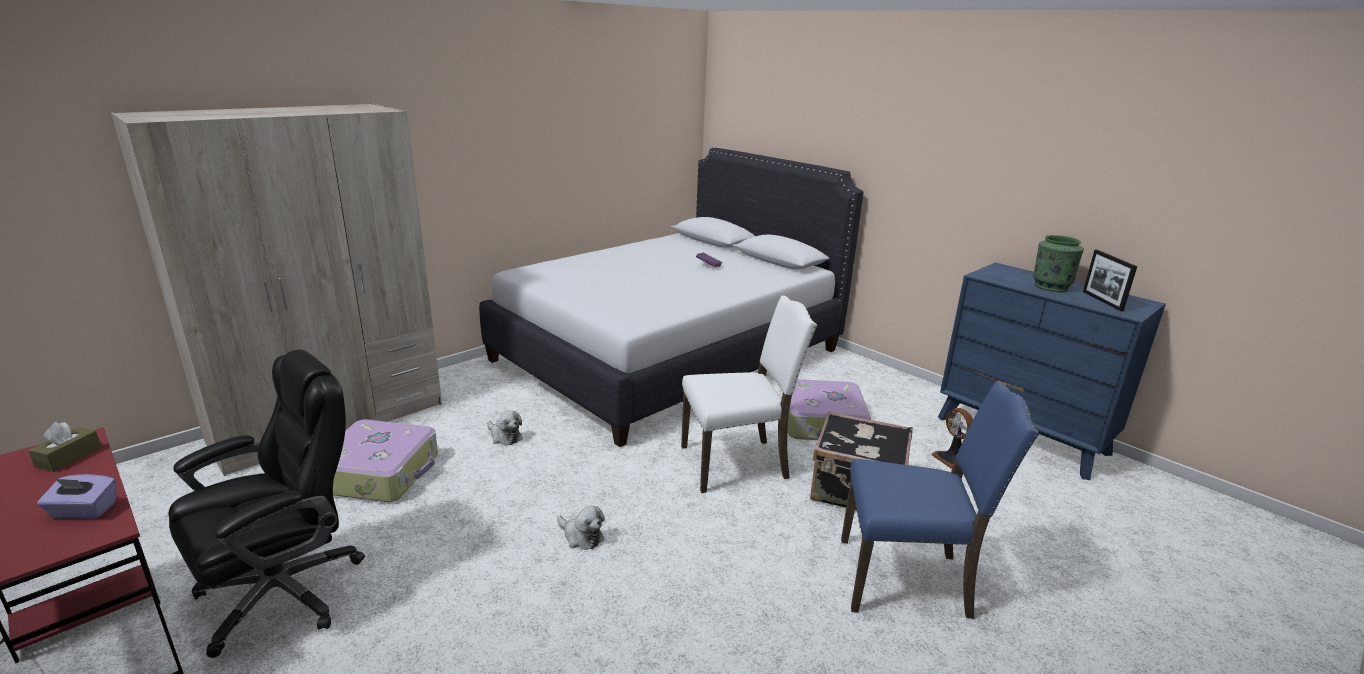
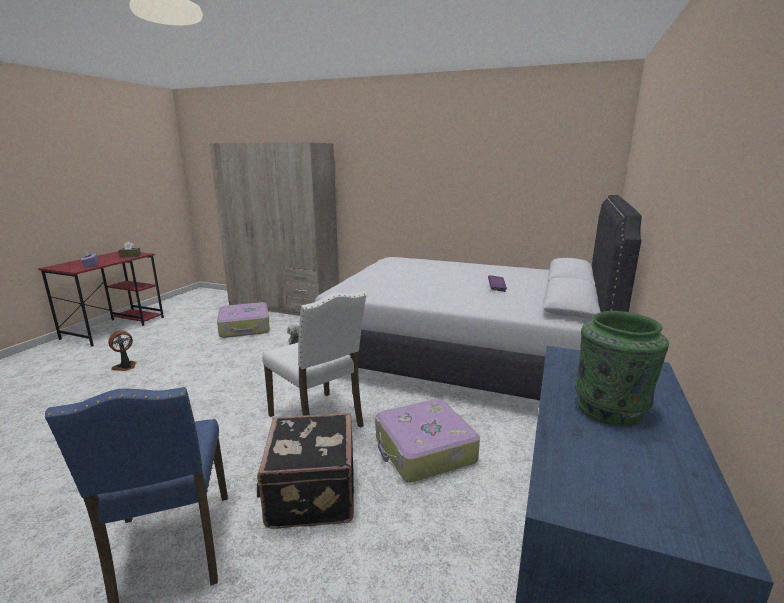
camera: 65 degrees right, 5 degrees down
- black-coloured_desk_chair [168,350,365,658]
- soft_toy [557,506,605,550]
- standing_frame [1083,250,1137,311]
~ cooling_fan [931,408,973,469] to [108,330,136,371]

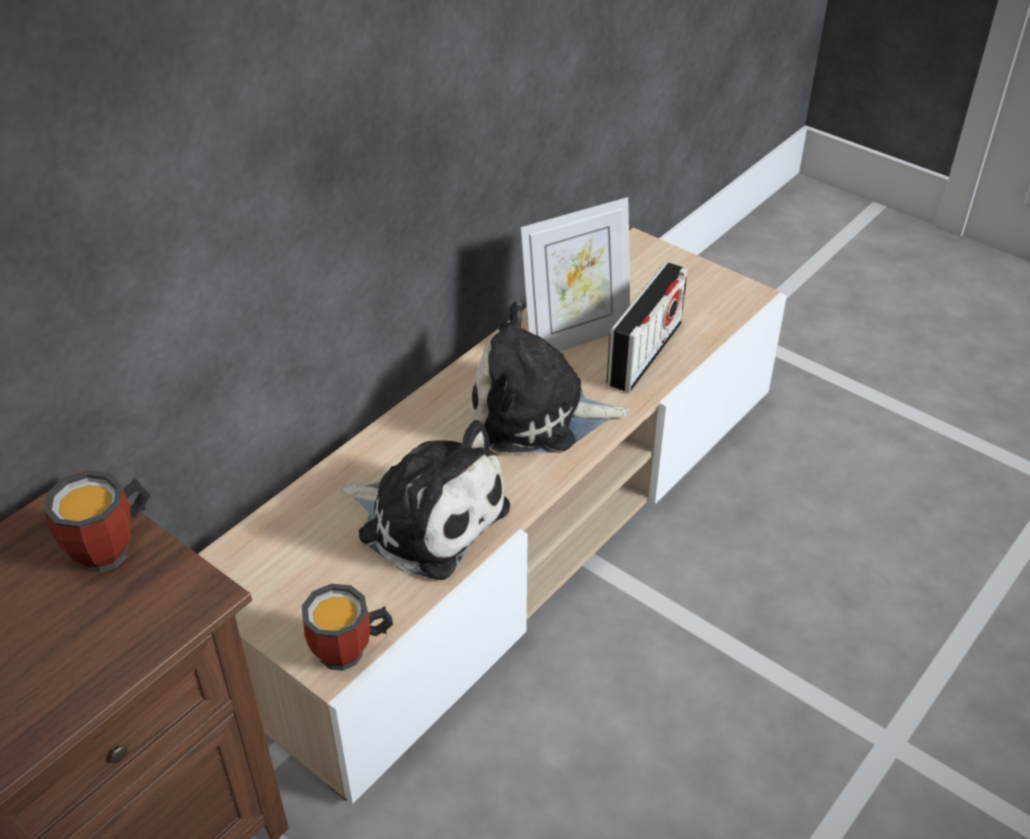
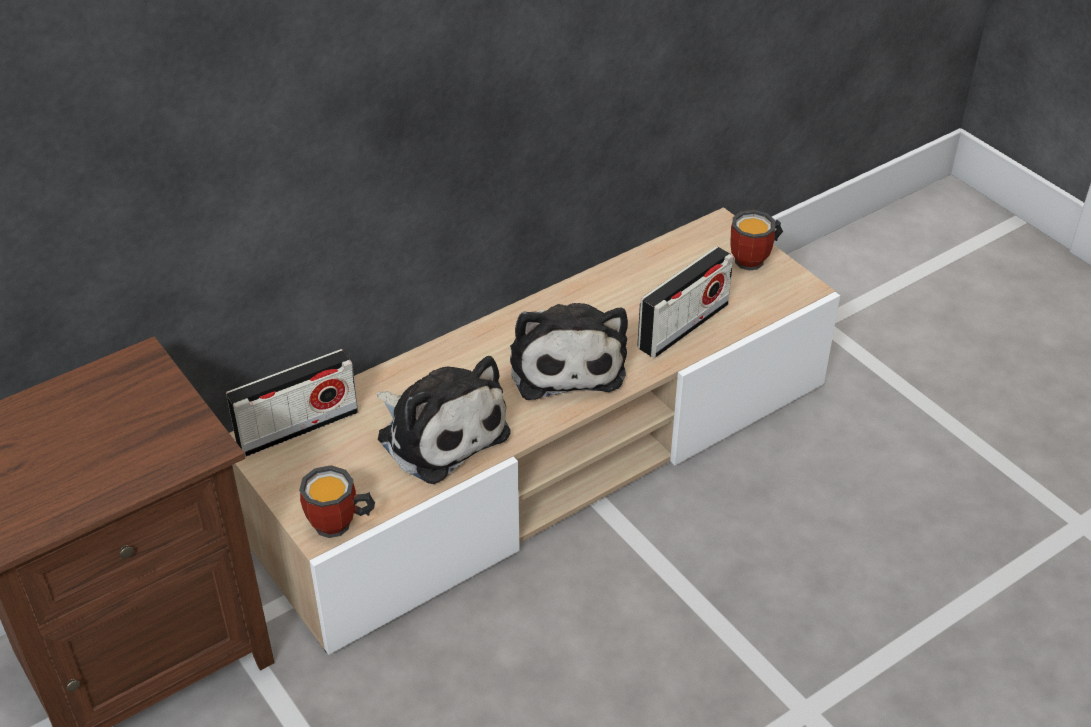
camera: 15 degrees right, 0 degrees up
- standing_frame [520,197,631,351]
+ radio_set [226,349,358,457]
~ coffee_mug [43,470,151,573] to [731,210,783,271]
~ soft_toy [471,302,629,453] = [510,303,628,400] 120 degrees counterclockwise

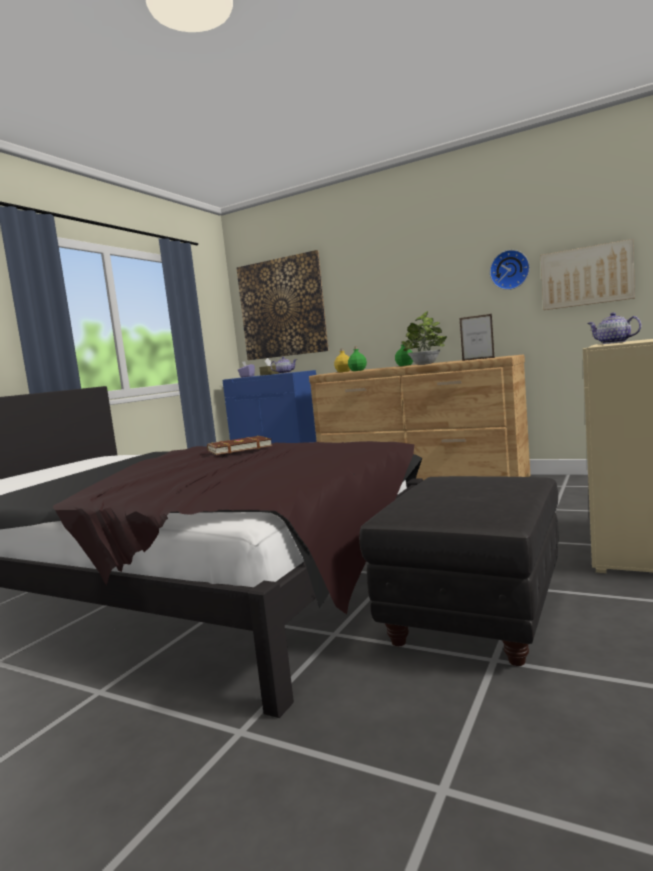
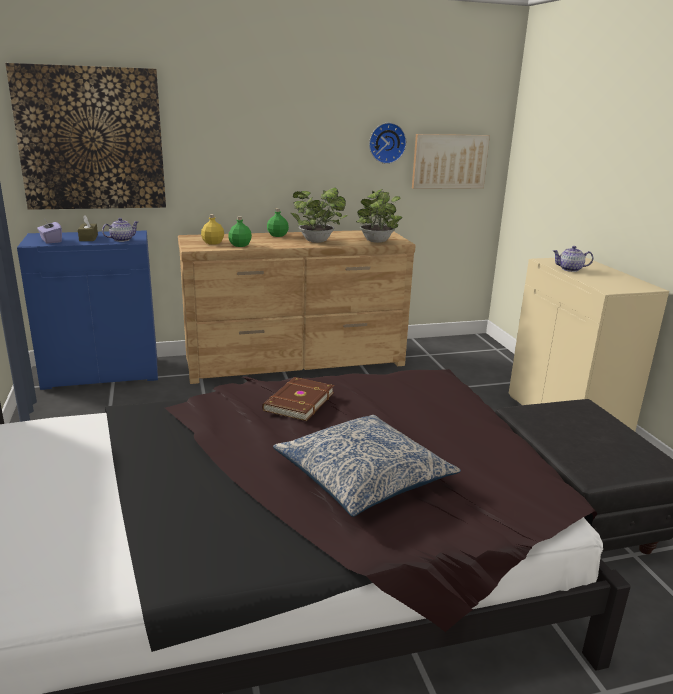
camera: 45 degrees left, 15 degrees up
+ pillow [273,415,461,517]
~ standing_frame [459,314,495,361] to potted_plant [356,189,403,243]

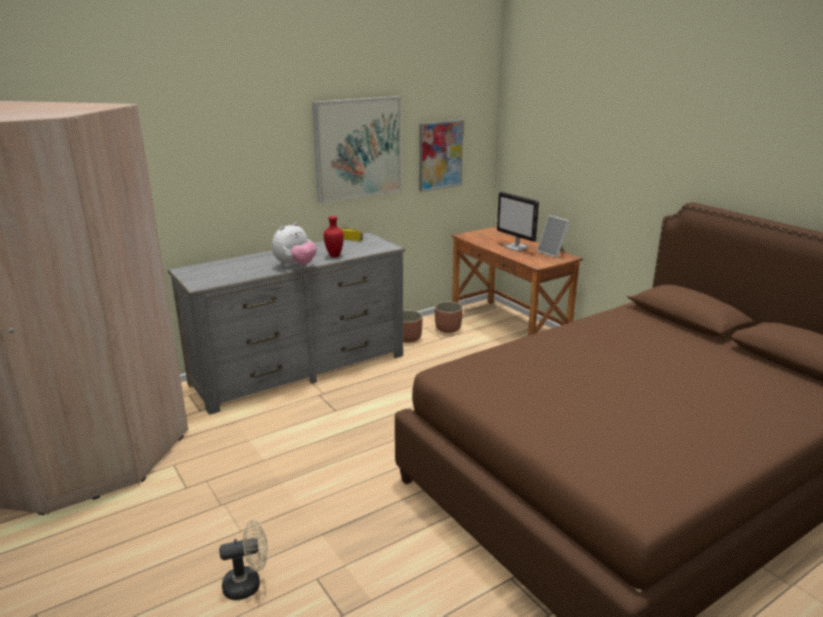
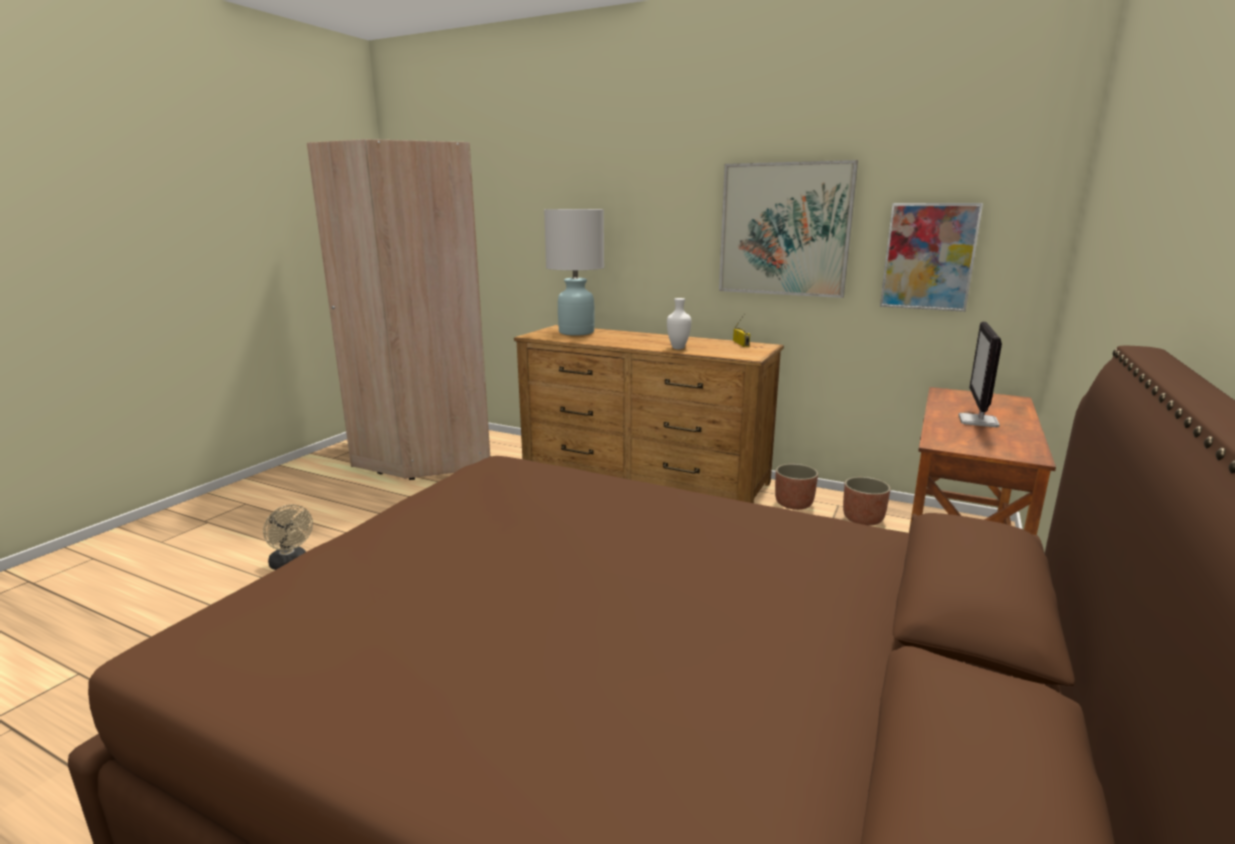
camera: 60 degrees right, 5 degrees down
- soft_toy [272,222,317,267]
- standing_frame [537,215,570,258]
+ white_table_lamp [544,209,604,336]
~ gray_chest_of_drawers [168,232,405,415] to brownish_chest_of_drawers [514,325,784,503]
~ red-coloured_vase [324,216,344,258] to white_vase [667,298,691,349]

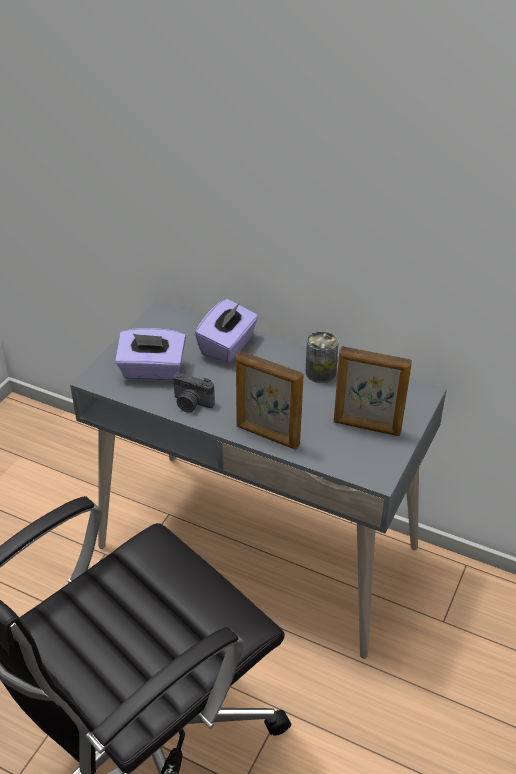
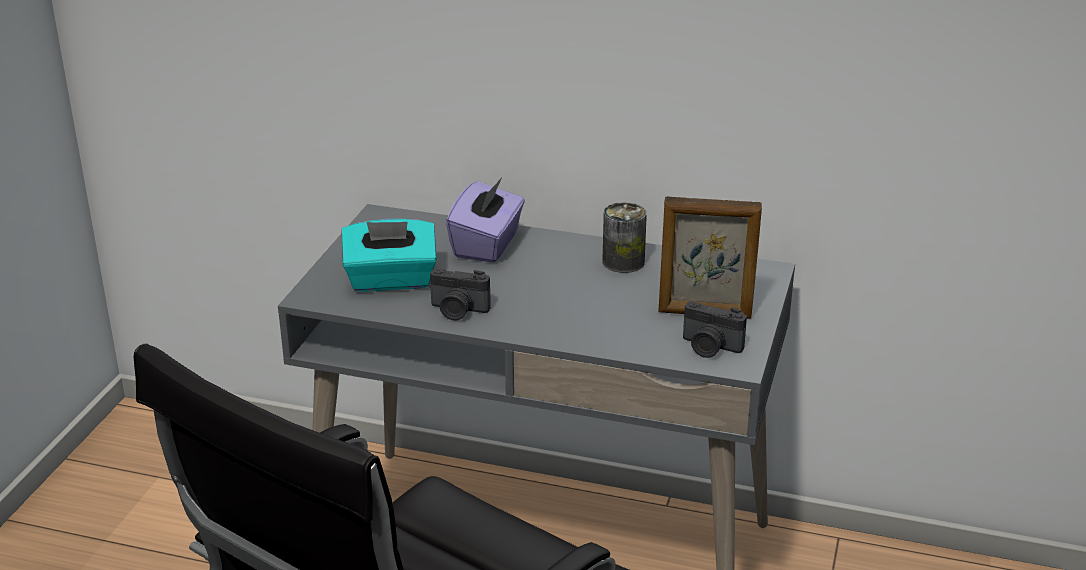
camera: 10 degrees left, 10 degrees down
- standing_frame [236,351,304,450]
+ still_camera [683,301,747,358]
~ purple_tissue_holder [115,328,186,381] to turquoise-coloured_tissue_holder [342,219,437,292]

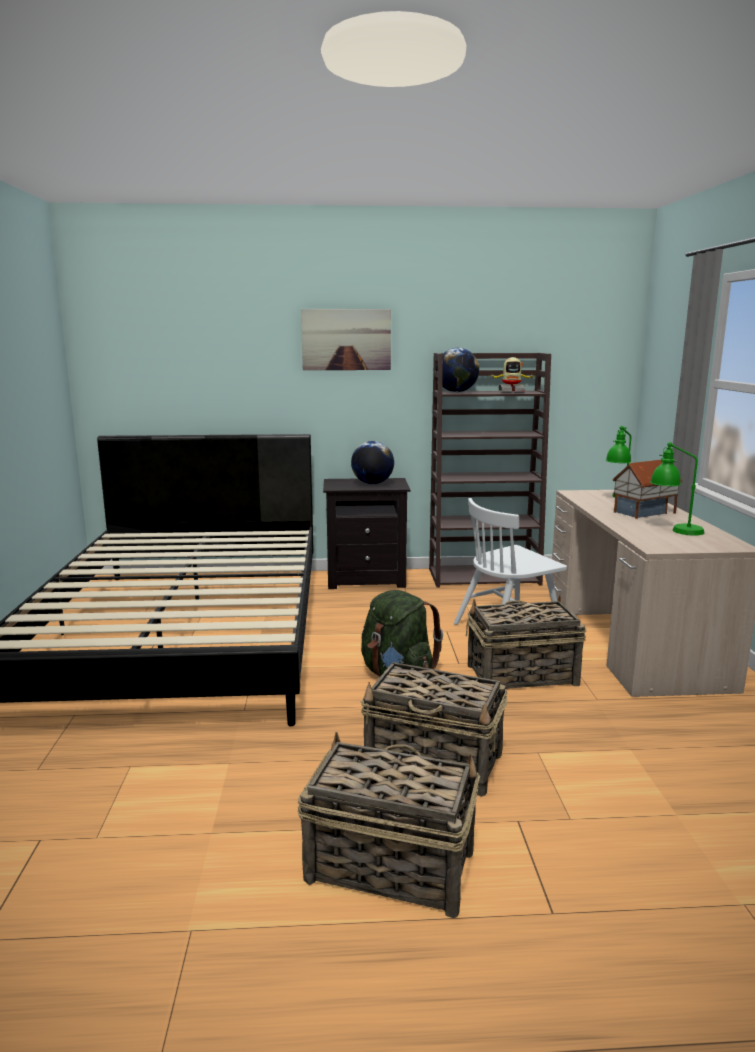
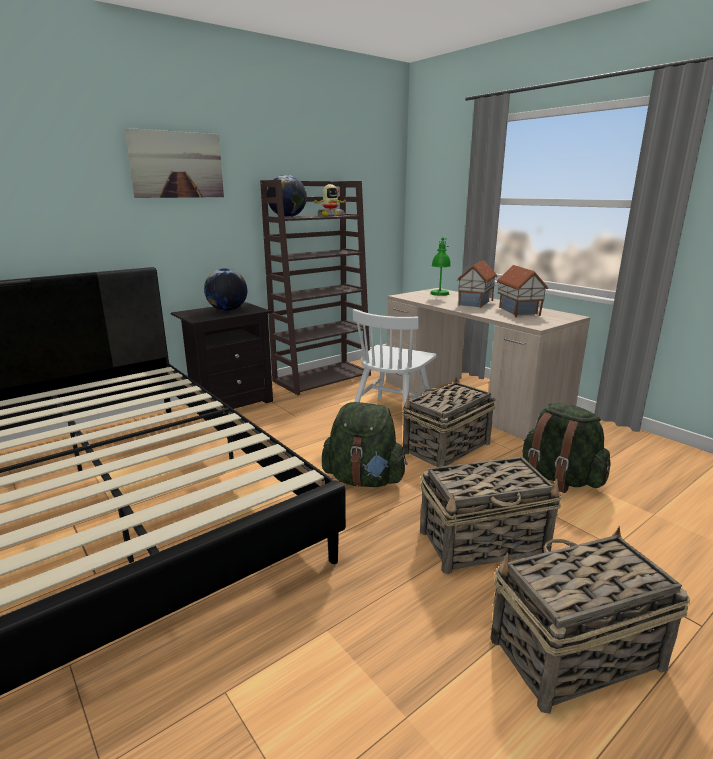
camera: 35 degrees left, 5 degrees up
+ green_rucksack [523,403,610,493]
~ green_table_lamp [650,442,704,536] to model_house [497,265,548,317]

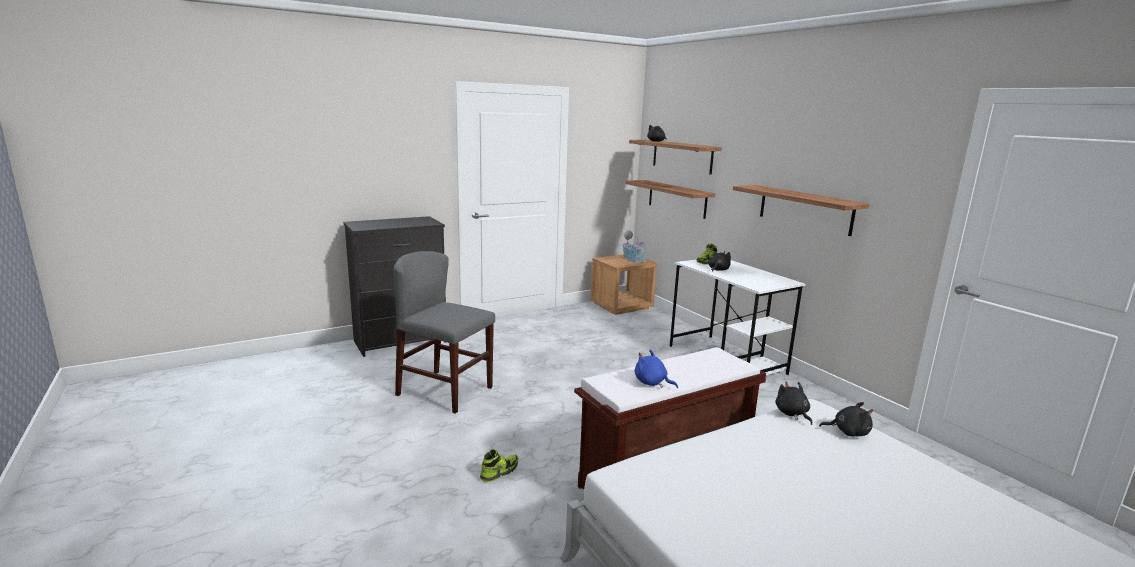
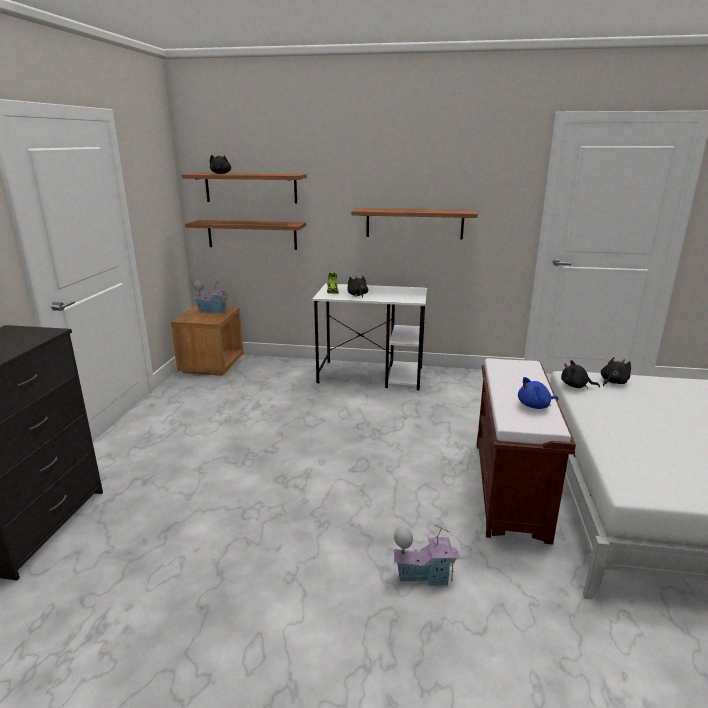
camera: 50 degrees left, 5 degrees up
- gray_plain_chair [394,251,495,414]
~ low_shoe [480,449,518,482] to model_house [394,525,460,586]

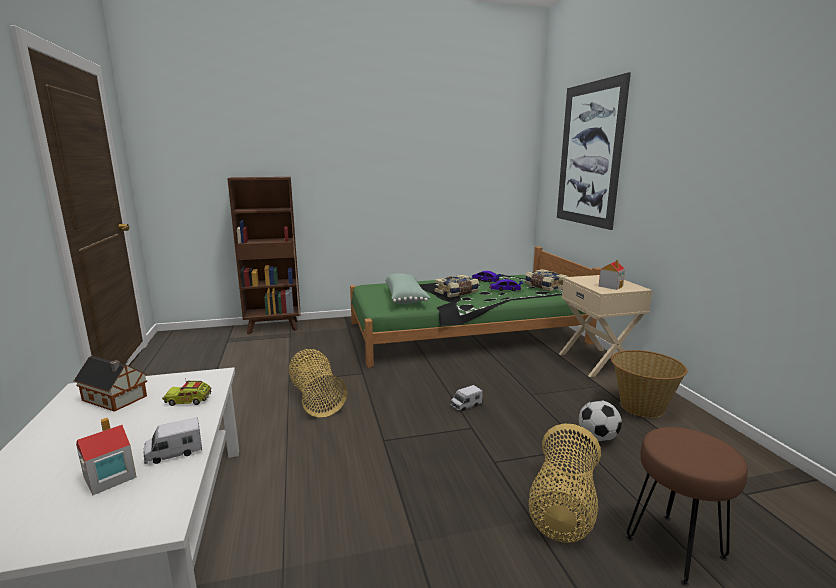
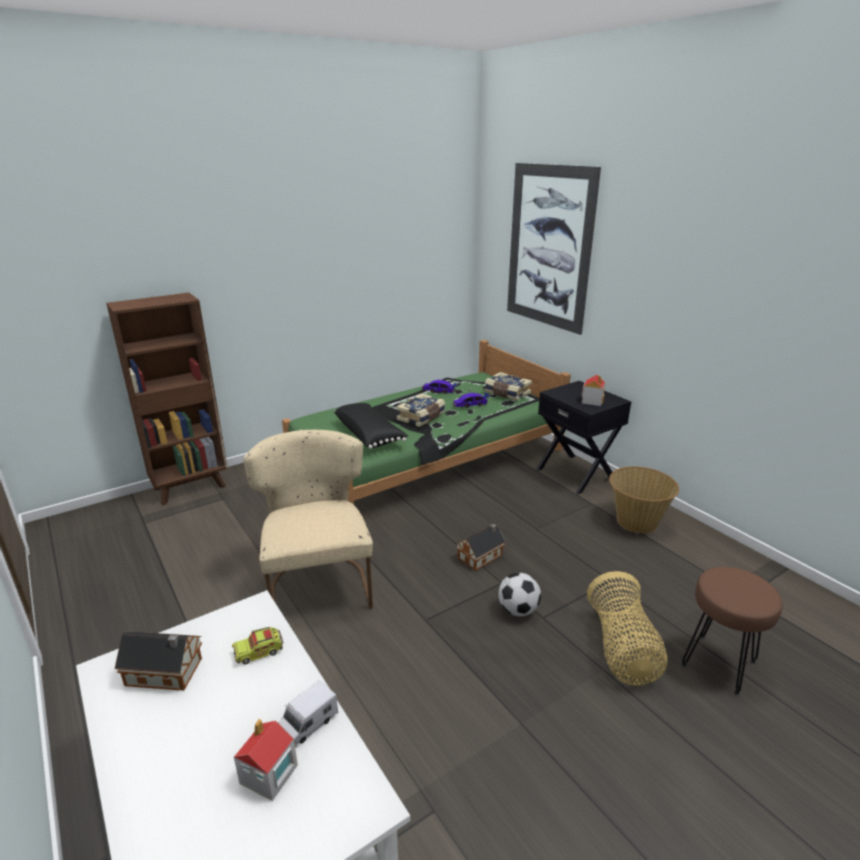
camera: 20 degrees left, 10 degrees up
~ football [579,400,622,442] to [498,573,541,616]
~ storage_basket [289,349,347,418] to beige-coloured_plain_chair [243,430,373,609]
~ toy_truck [451,385,483,411] to model_house [457,523,506,571]
~ green_pillow [385,273,431,304] to black-coloured_pillow [334,403,408,449]
~ beige-coloured_nightstand [559,275,652,377] to black-coloured_nightstand [536,381,631,494]

